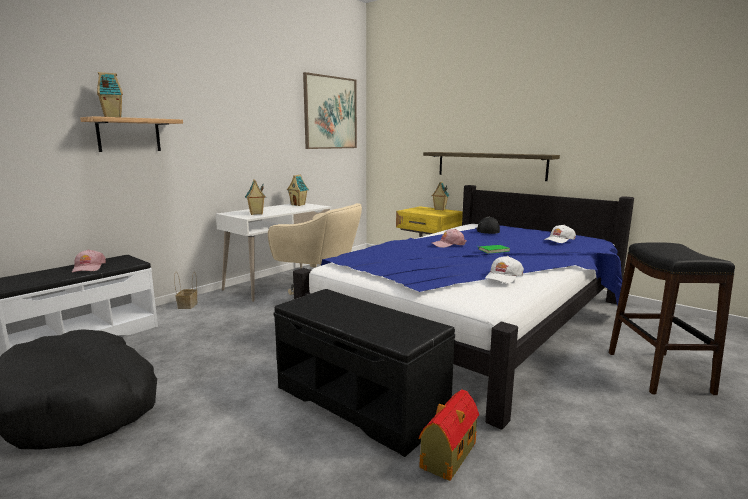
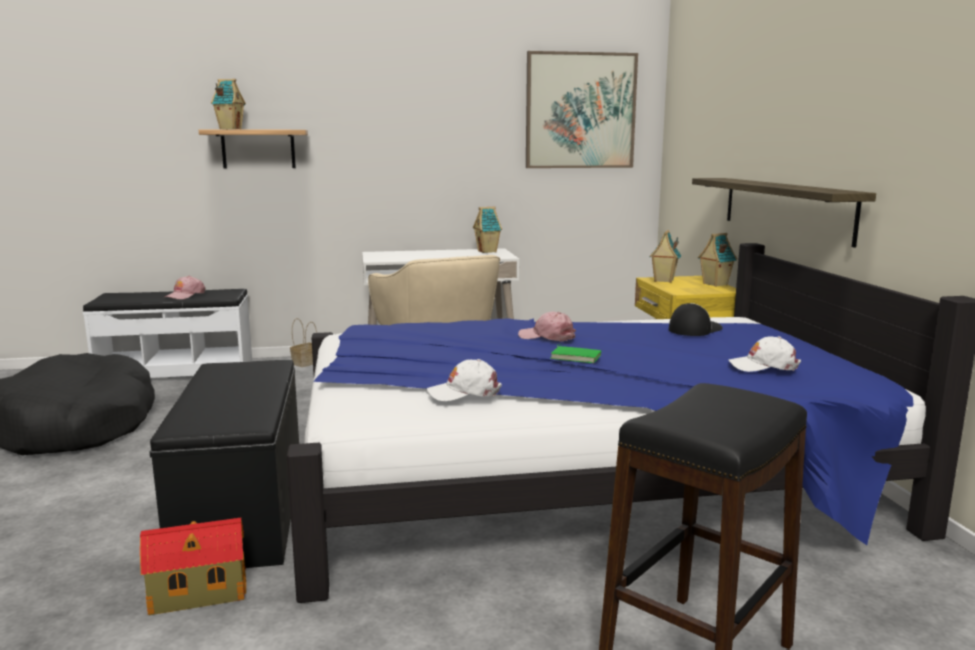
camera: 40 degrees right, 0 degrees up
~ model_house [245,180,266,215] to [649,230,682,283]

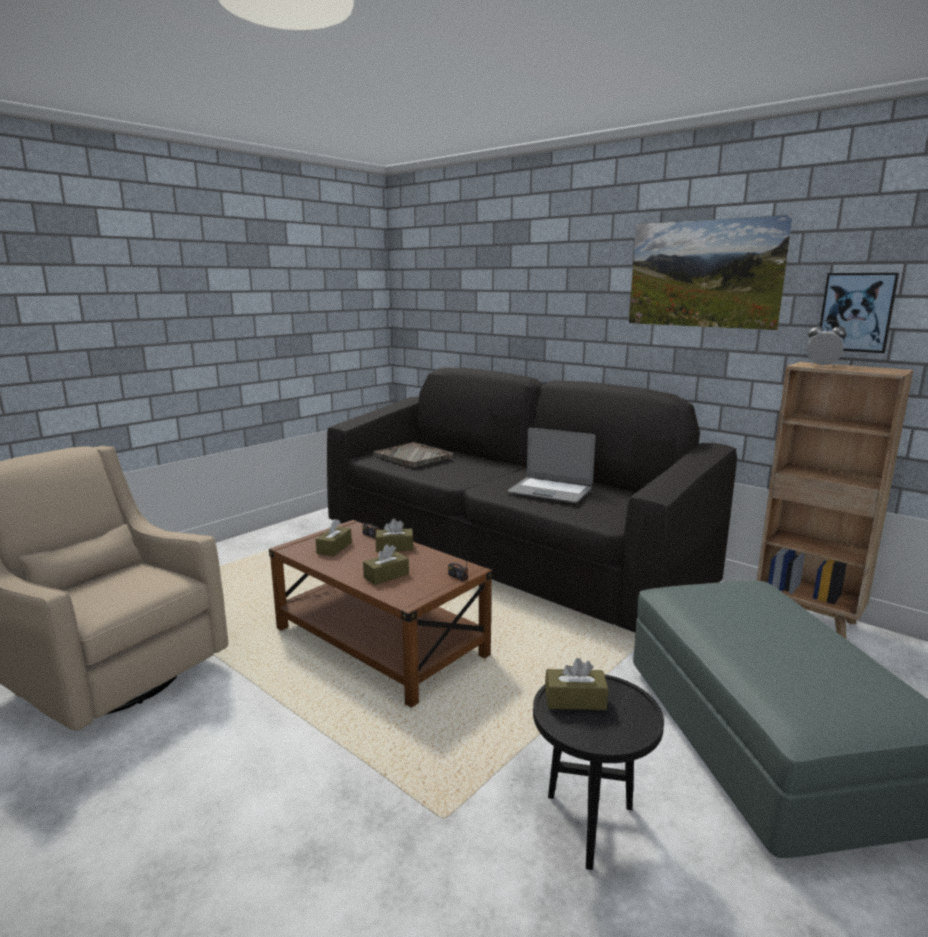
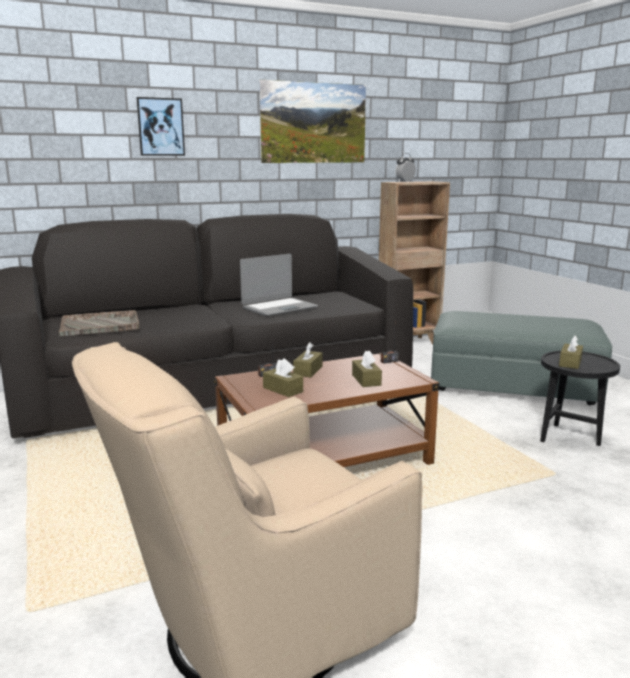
camera: 65 degrees left, 0 degrees up
~ wall_picture [820,273,899,353] to [137,97,185,156]

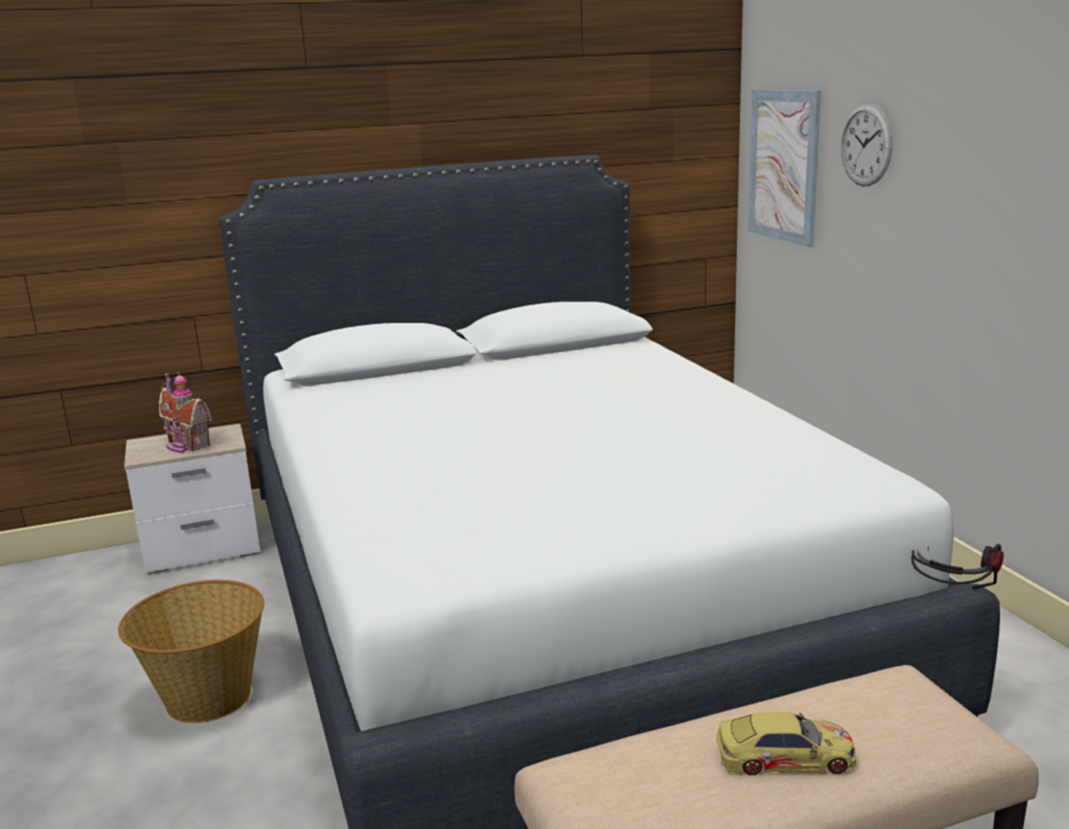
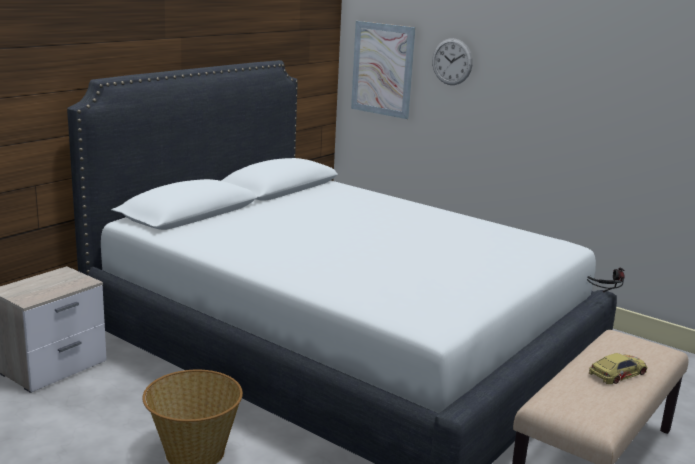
camera: 35 degrees left, 0 degrees up
- model_house [159,371,212,453]

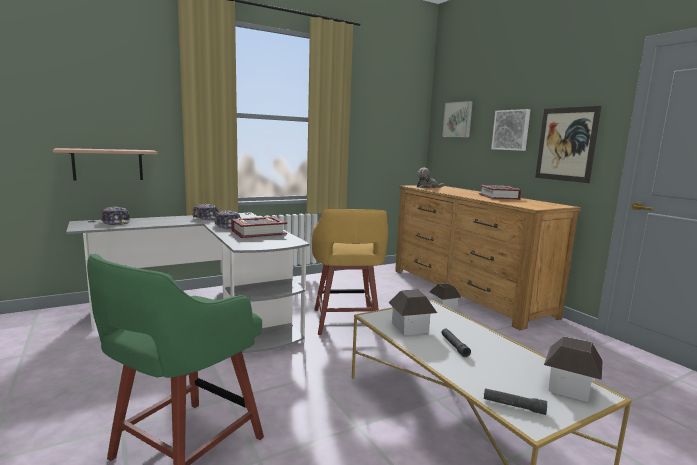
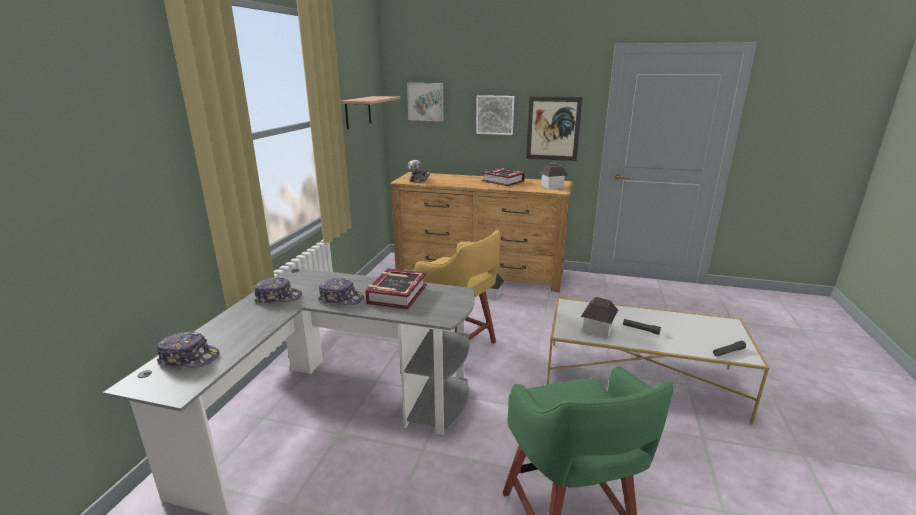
camera: 45 degrees left, 10 degrees up
~ wall_shelf [53,148,157,181] to [341,96,400,129]
~ model_house [544,337,603,402] to [539,163,568,189]

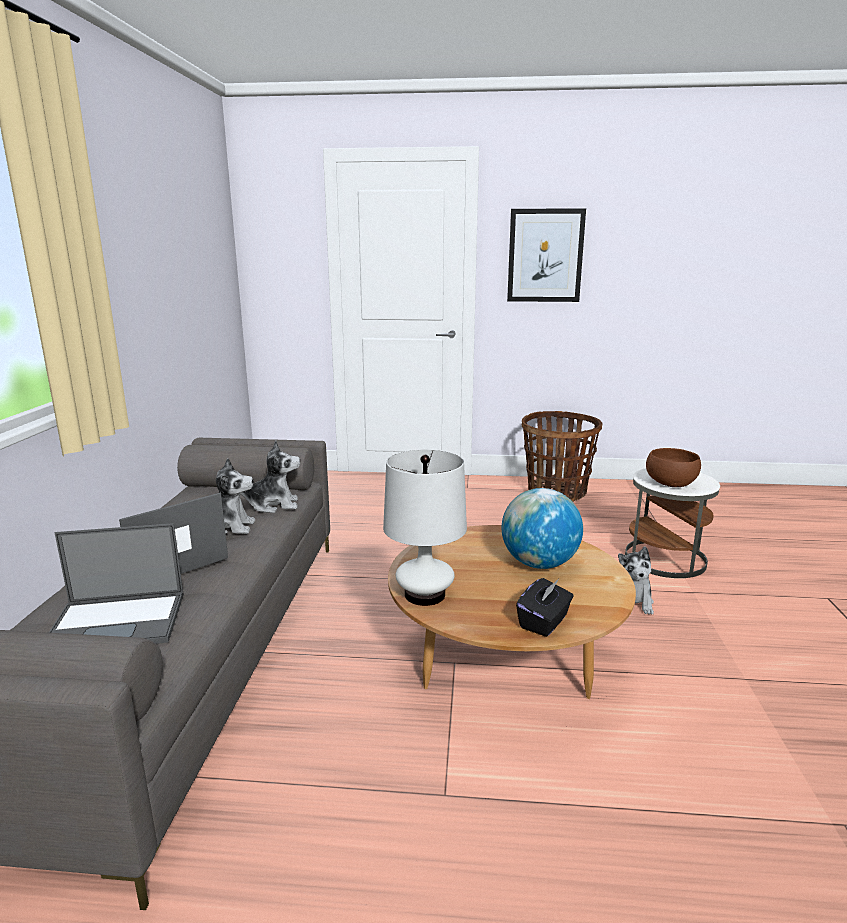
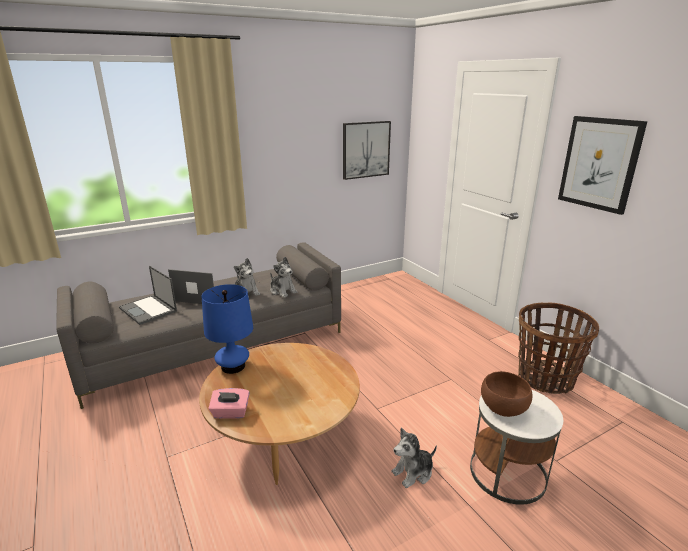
camera: 55 degrees right, 5 degrees up
- world_globe [502,488,583,569]
+ wall_picture [343,121,391,180]
~ white_table_lamp [383,449,467,606] to blue_table_lamp [202,284,253,374]
~ black-coloured_tissue_holder [516,578,574,637] to pinkish_tissue_holder [209,388,250,419]

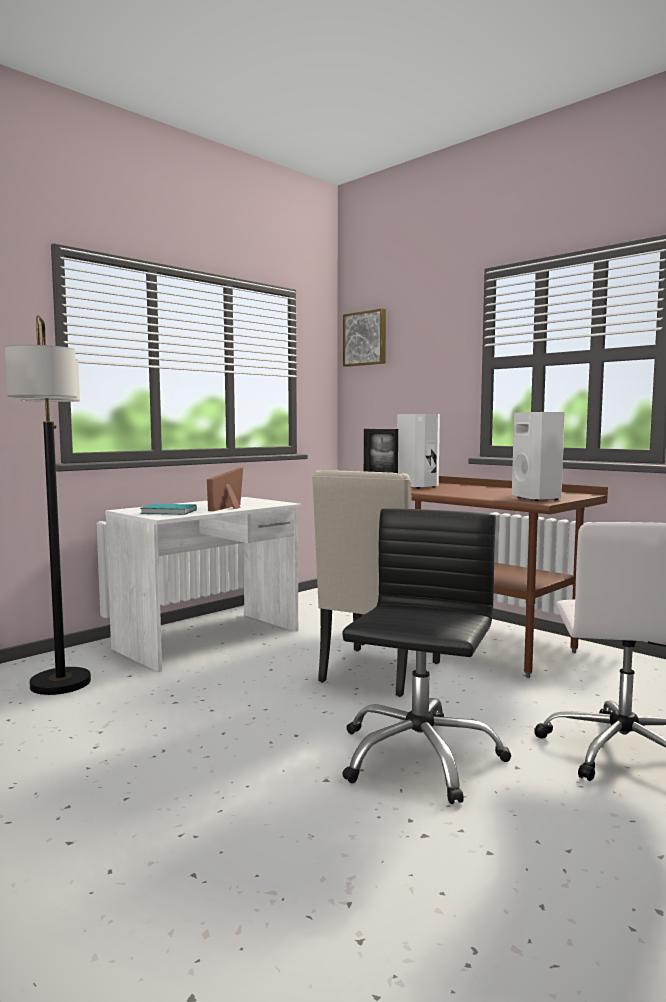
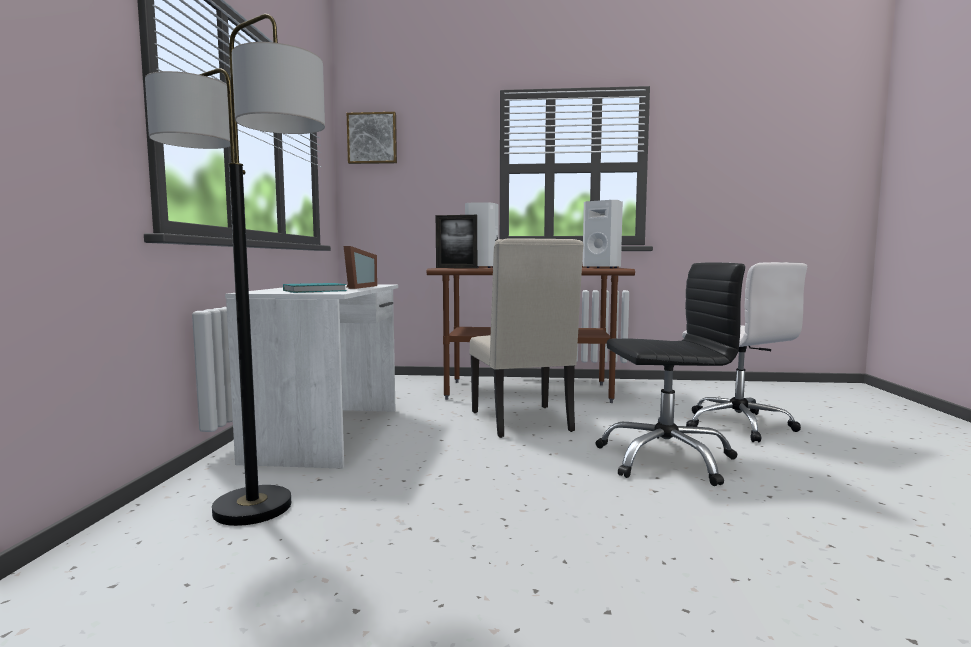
camera: 40 degrees left, 0 degrees up
~ standing_frame [207,468,243,511] = [344,246,377,289] 150 degrees counterclockwise
~ black-coloured_desk_chair [342,508,511,804] = [596,263,745,486] 105 degrees clockwise

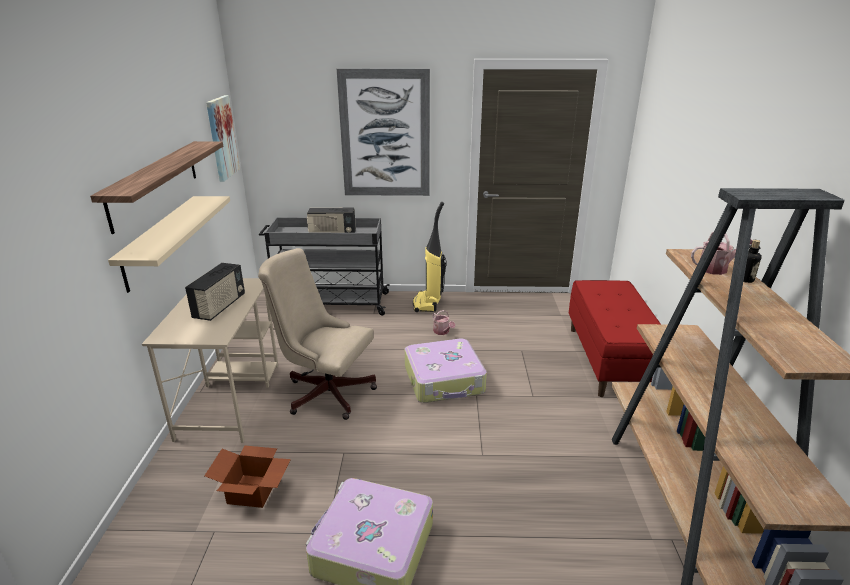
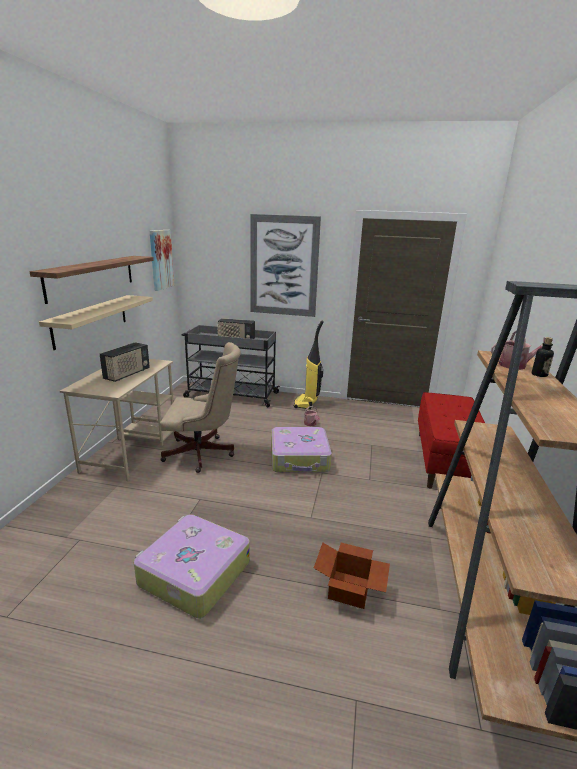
camera: 10 degrees right, 5 degrees down
~ cardboard_box [205,446,291,508] to [314,543,390,609]
~ beige-coloured_desk_chair [258,248,377,420] = [160,342,241,473] 150 degrees clockwise

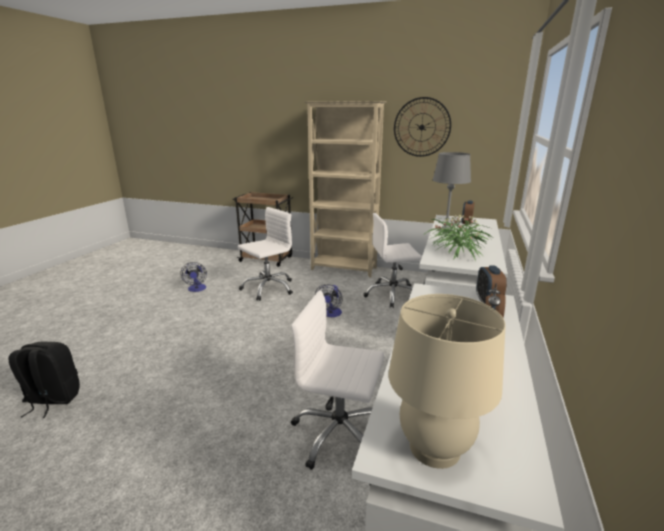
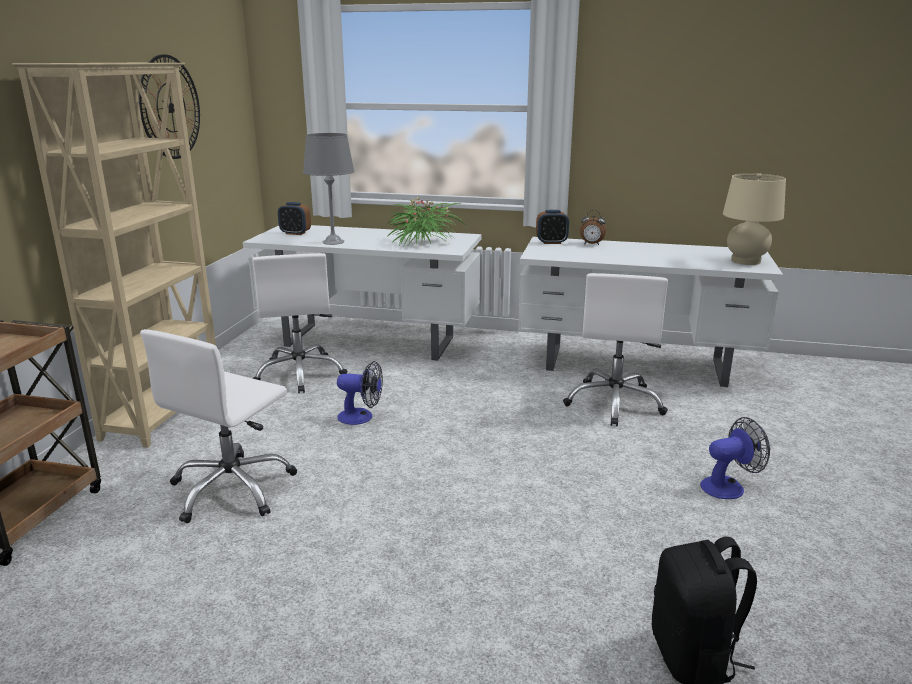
camera: 95 degrees left, 0 degrees up
~ cooling_fan [180,262,207,292] to [700,417,770,499]
~ white_desk_chair [238,207,293,301] = [140,329,297,523] 105 degrees counterclockwise

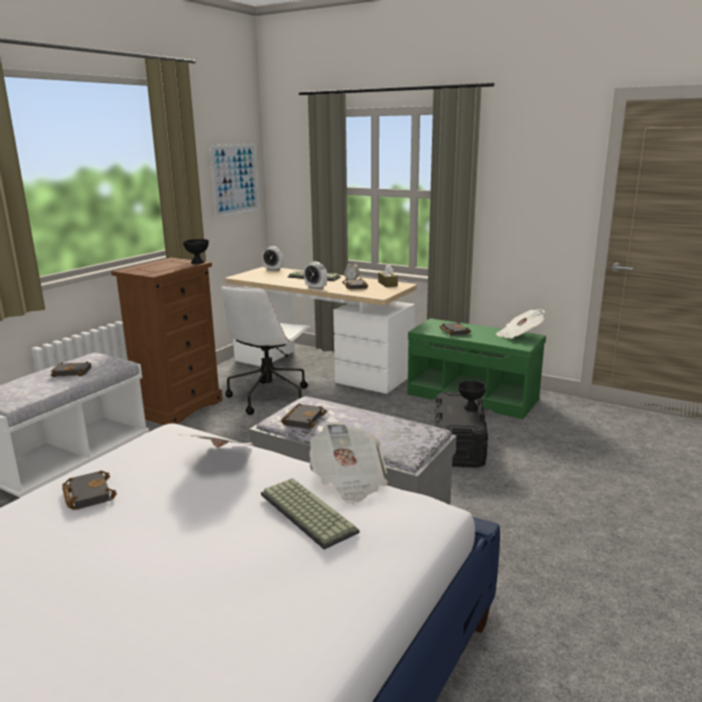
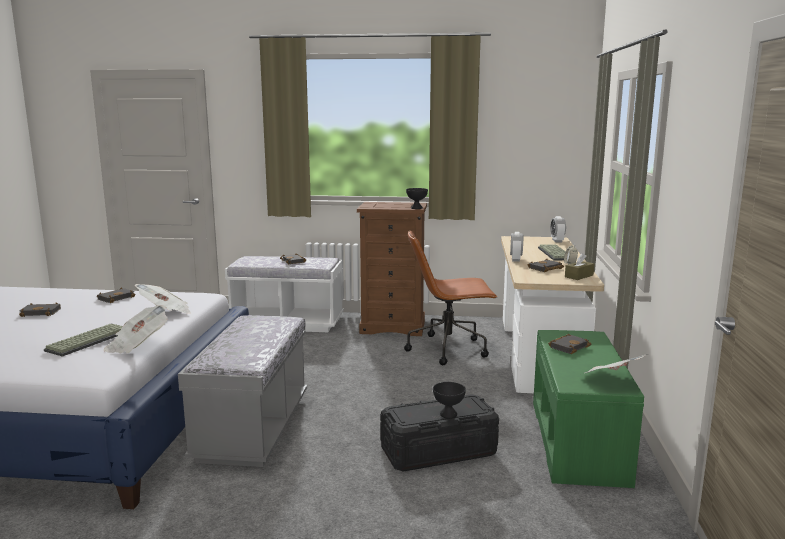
camera: 65 degrees right, 5 degrees down
- wall_picture [209,143,259,217]
~ black-coloured_book [281,403,327,429] to [19,302,61,317]
~ white_desk_chair [221,286,312,415] to brownish_desk_chair [404,230,497,365]

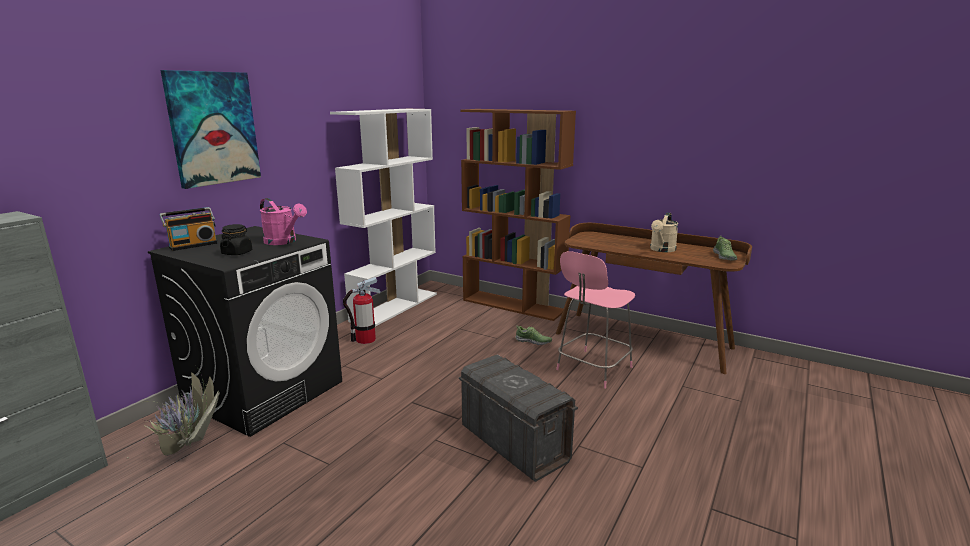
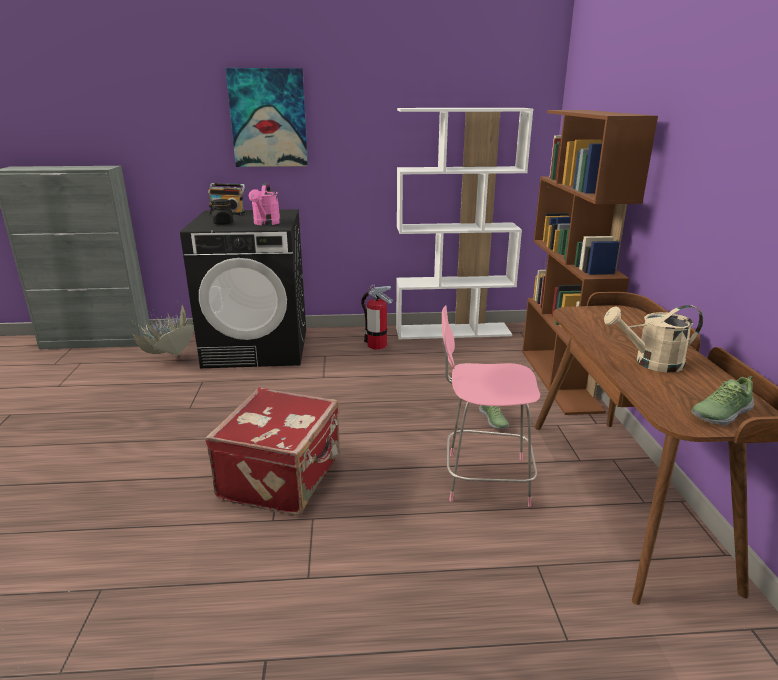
camera: 55 degrees right, 5 degrees up
~ gray_storage_box [459,354,578,482] to red-coloured_suitcase [205,388,340,515]

